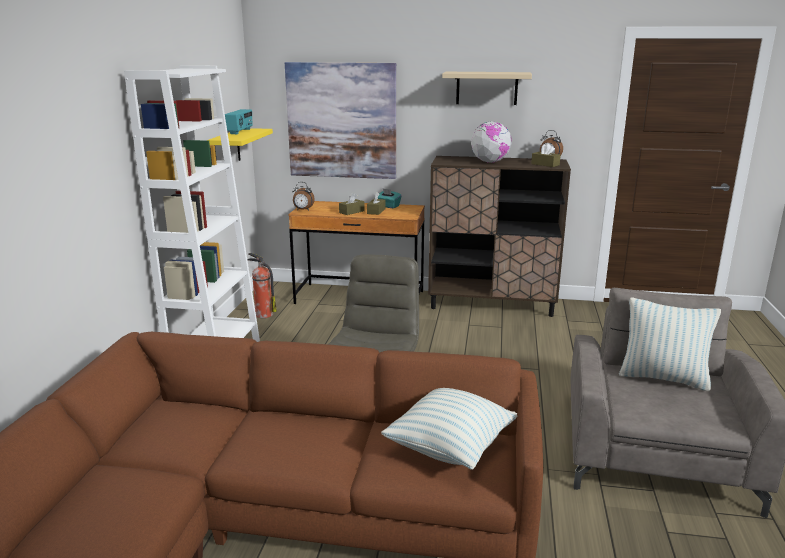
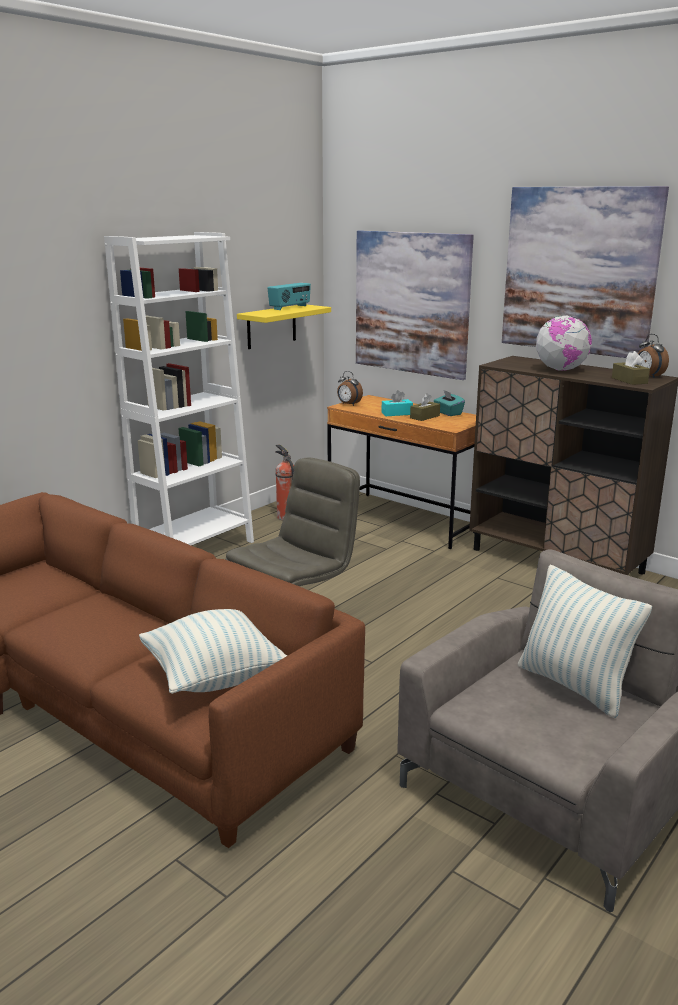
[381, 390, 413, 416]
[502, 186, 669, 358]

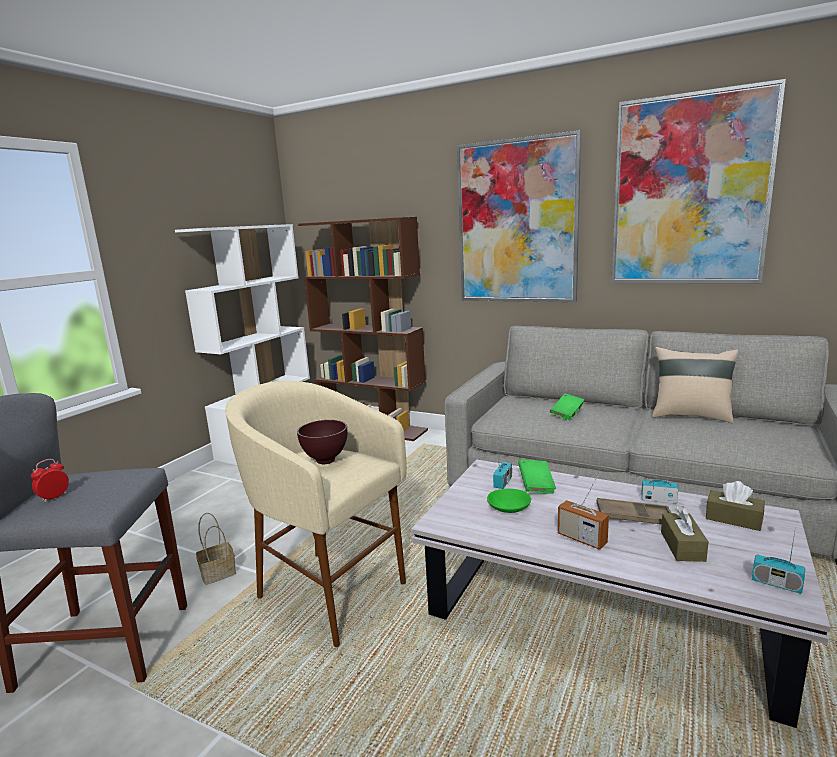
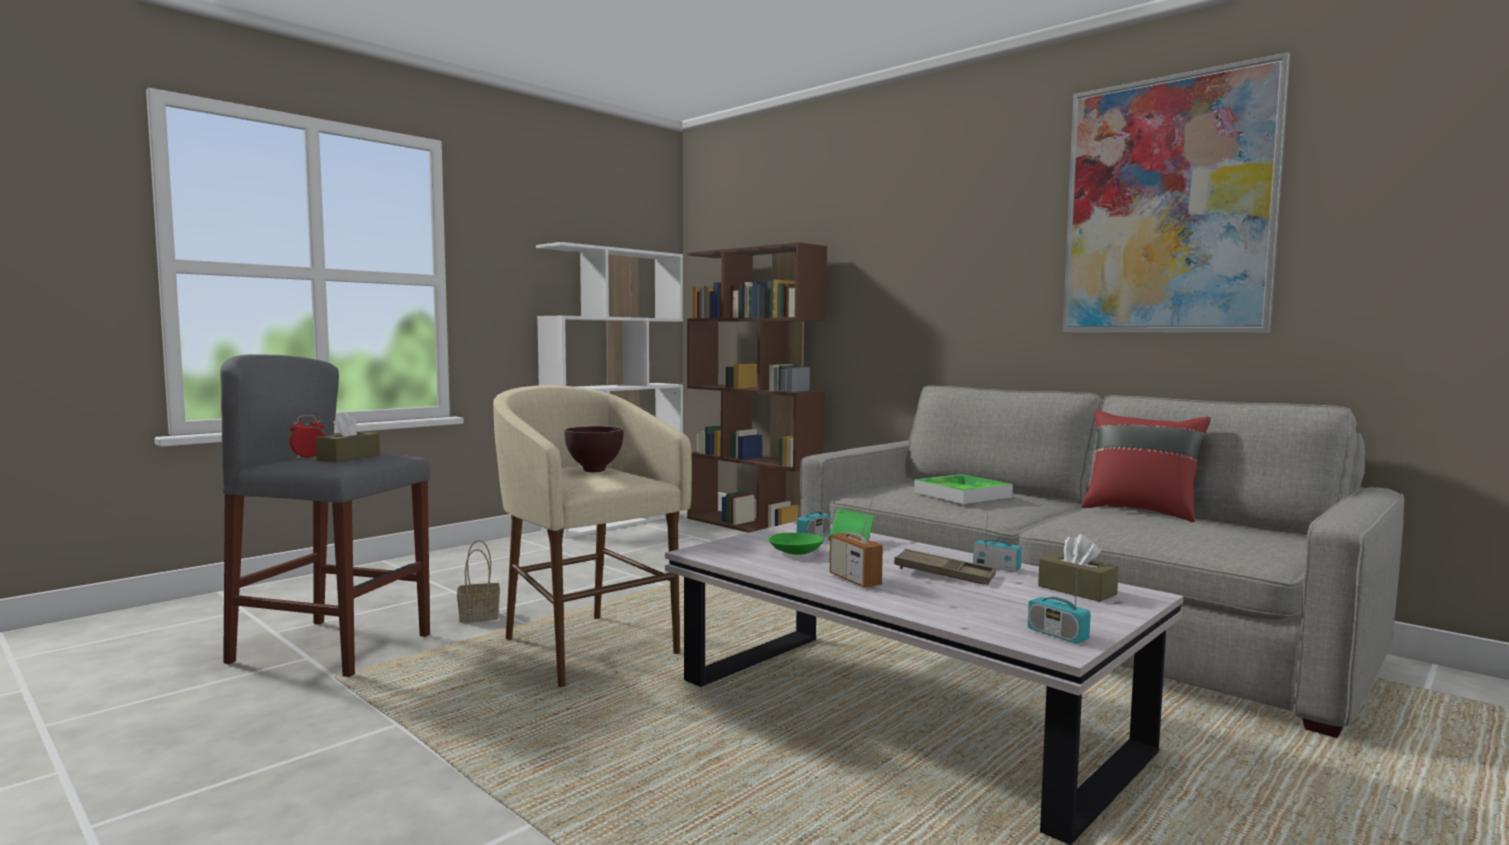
[457, 130, 581, 302] (first image)
[914, 474, 1013, 504]
[1081, 410, 1211, 522]
[316, 413, 380, 462]

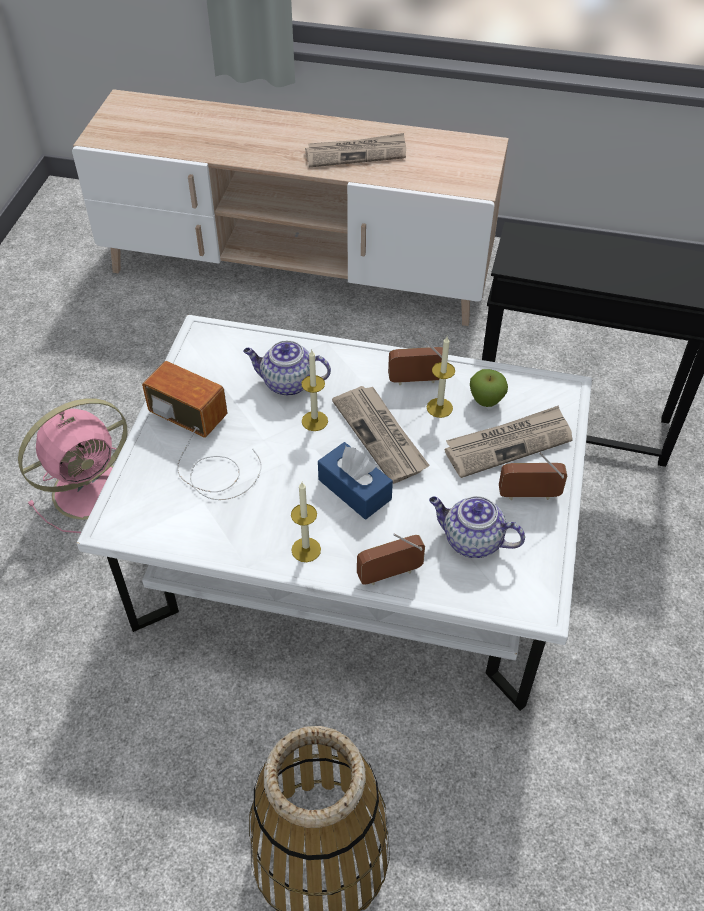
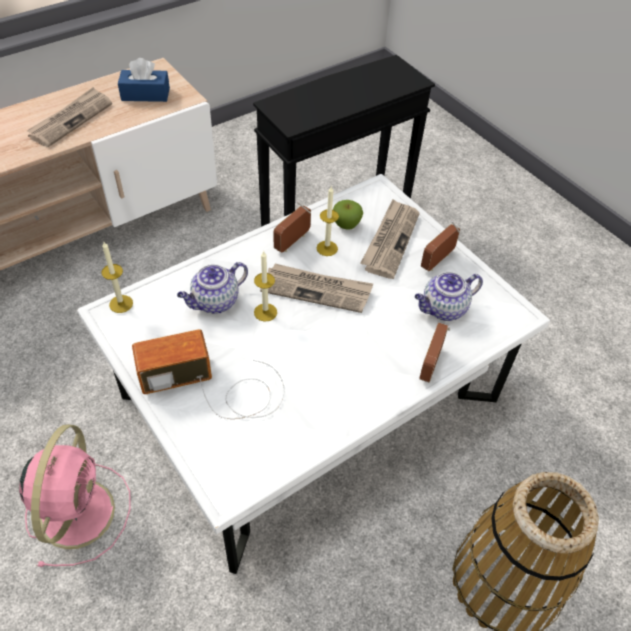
[101, 242, 133, 313]
[118, 58, 170, 102]

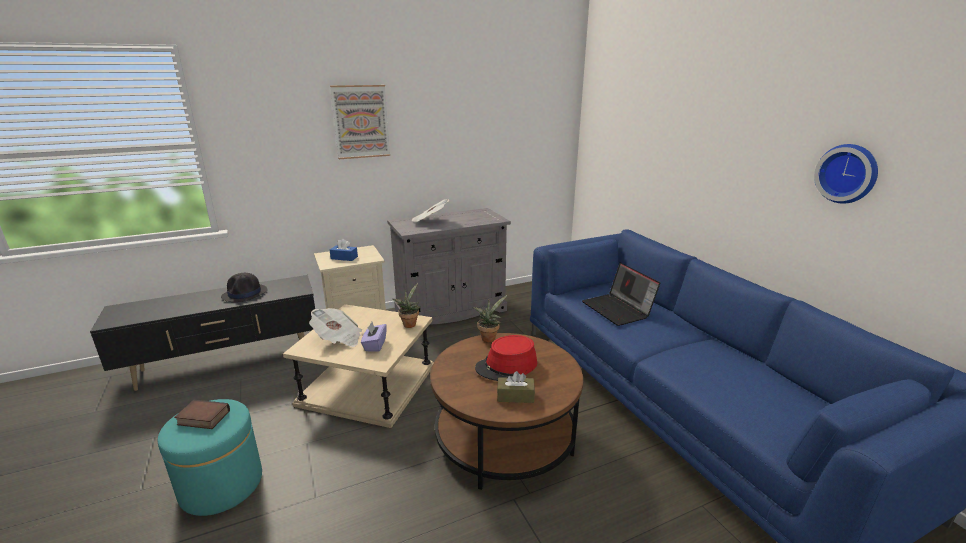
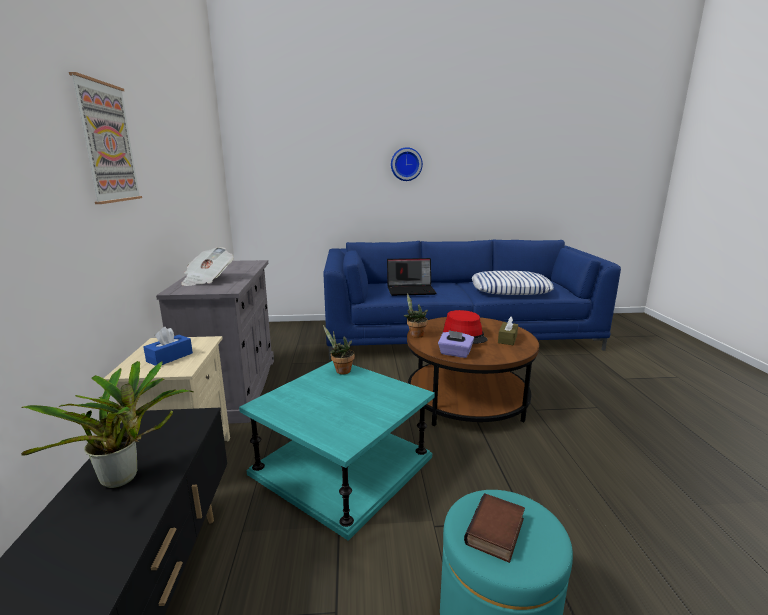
[21, 361, 193, 488]
[239, 361, 435, 541]
[309, 308, 362, 347] (first image)
[438, 330, 474, 358]
[391, 147, 423, 181]
[472, 271, 554, 295]

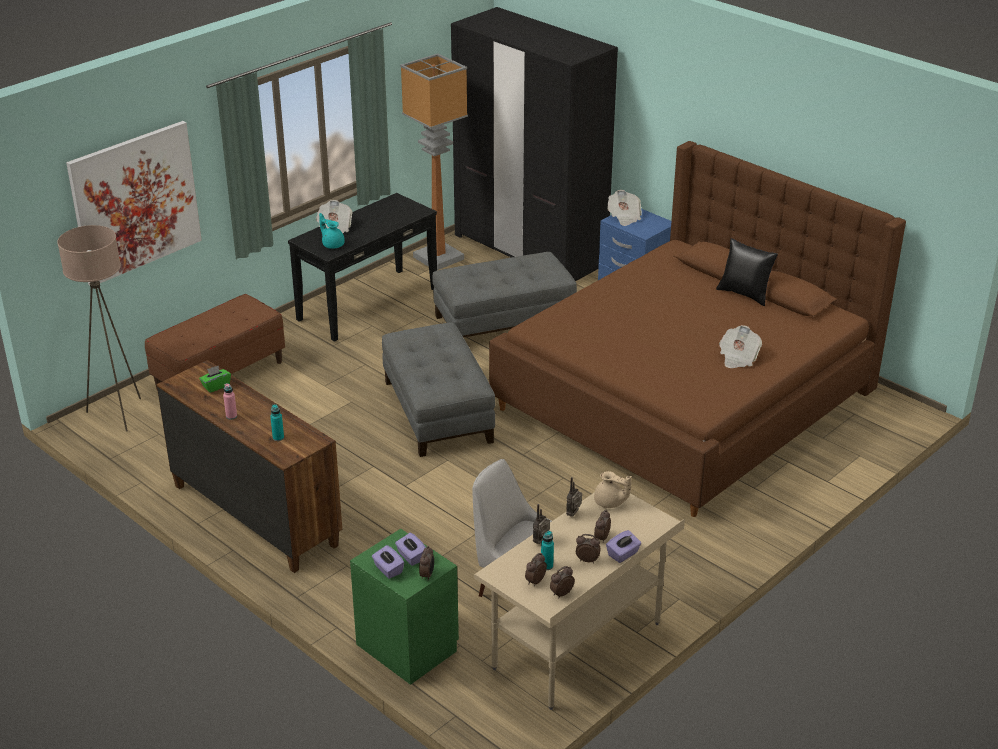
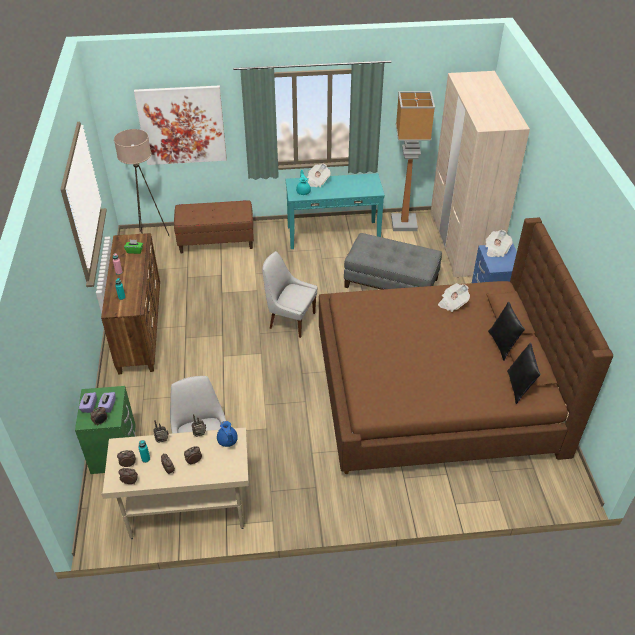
[285, 173, 385, 249]
[262, 251, 317, 338]
[430, 71, 530, 277]
[217, 421, 238, 447]
[606, 530, 641, 563] (first image)
[438, 283, 470, 312]
[507, 343, 540, 404]

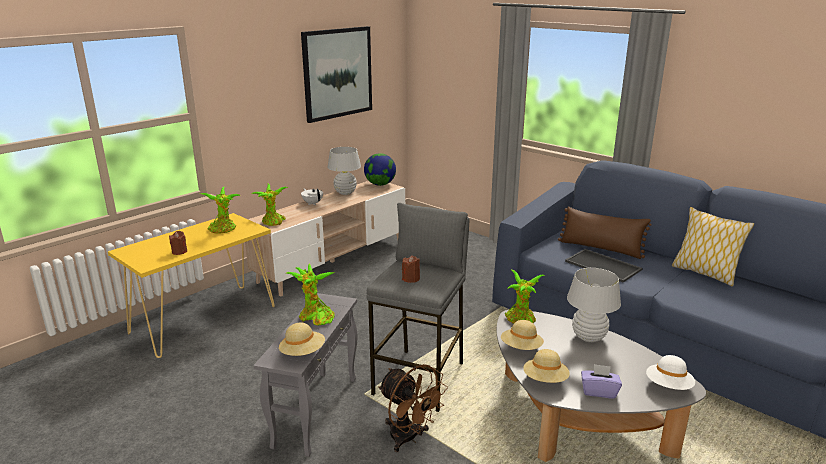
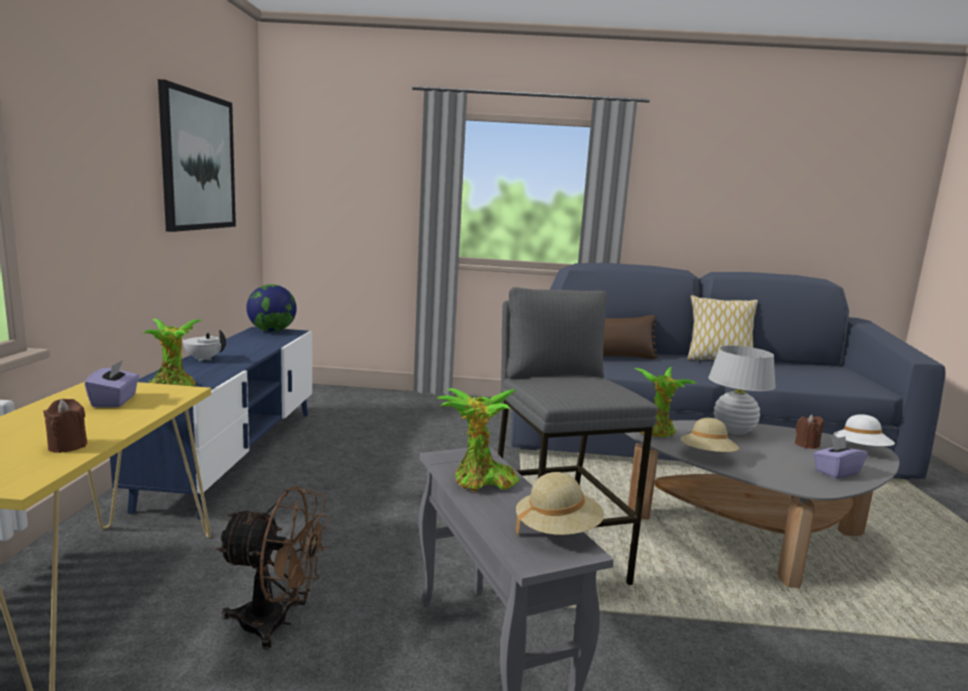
[84, 360, 139, 407]
[110, 327, 312, 520]
[327, 147, 361, 195] (first image)
[216, 486, 330, 650]
[795, 415, 823, 449]
[523, 349, 570, 383] (first image)
[565, 249, 642, 283] (first image)

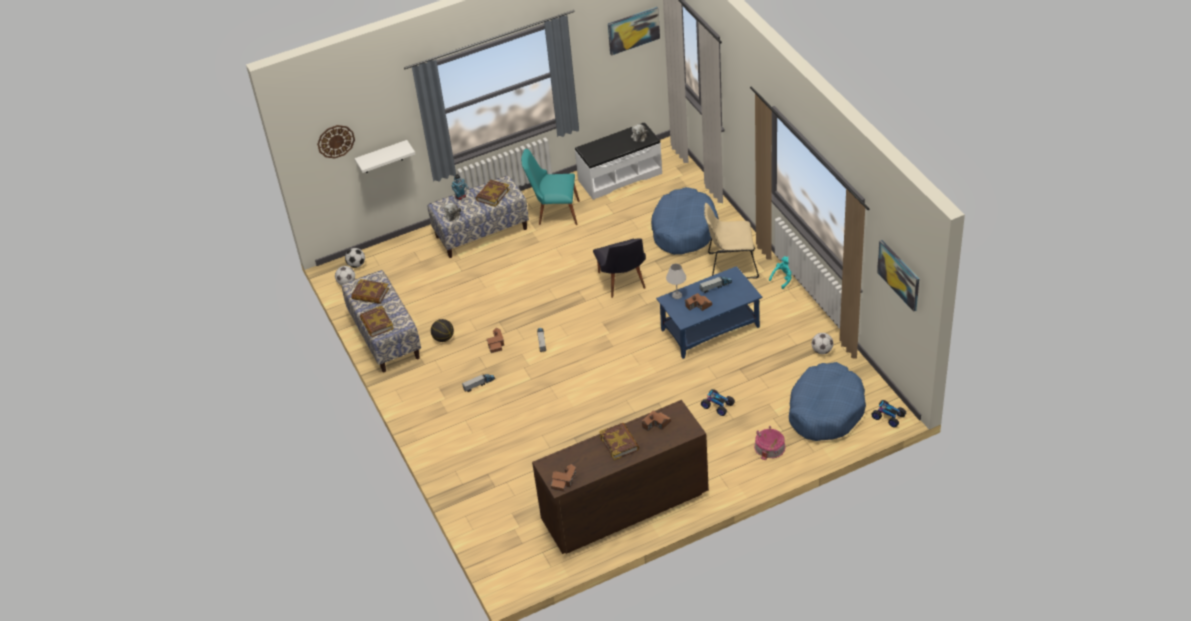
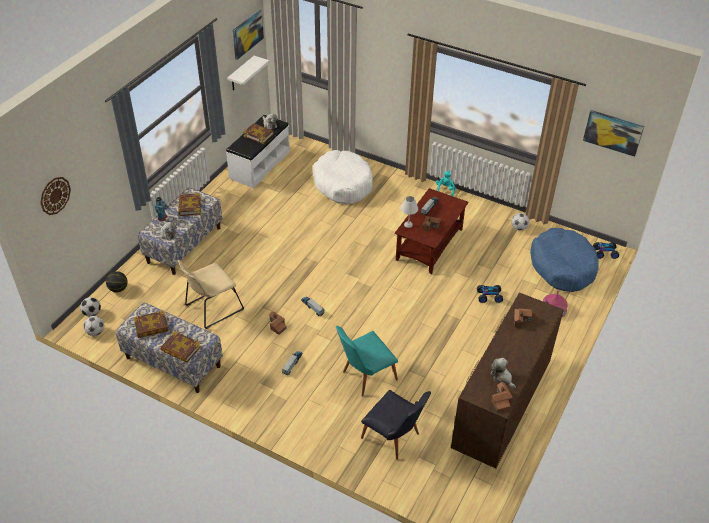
[227, 56, 269, 90]
[106, 271, 128, 292]
[336, 326, 398, 396]
[361, 390, 431, 460]
[243, 123, 274, 144]
[313, 150, 373, 204]
[395, 188, 469, 274]
[178, 260, 244, 329]
[490, 358, 516, 389]

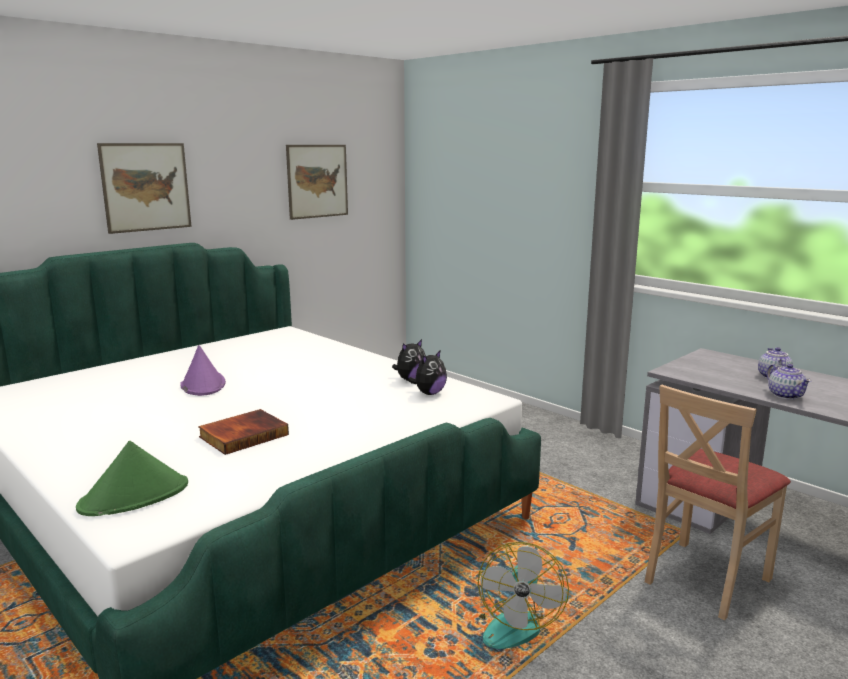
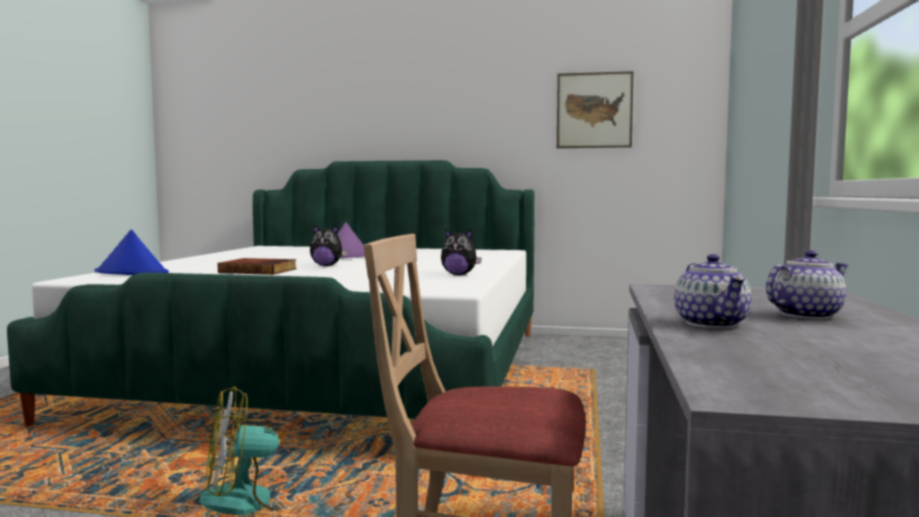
[94, 229, 169, 275]
[97, 143, 192, 234] (first image)
[310, 225, 347, 266]
[674, 254, 751, 328]

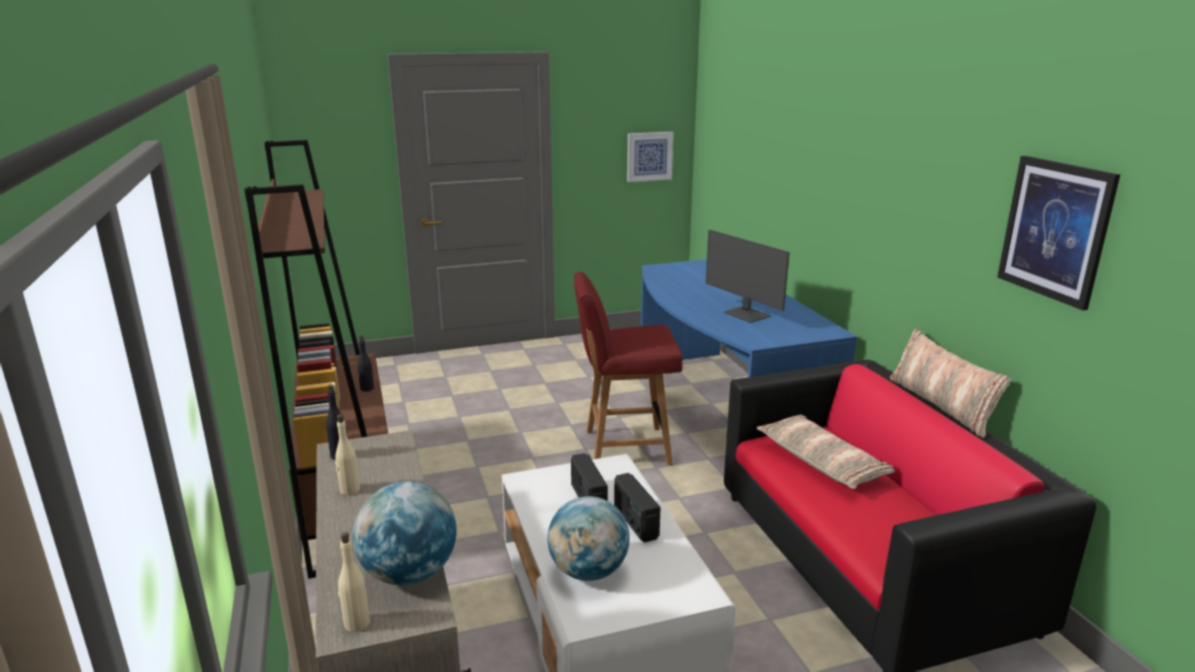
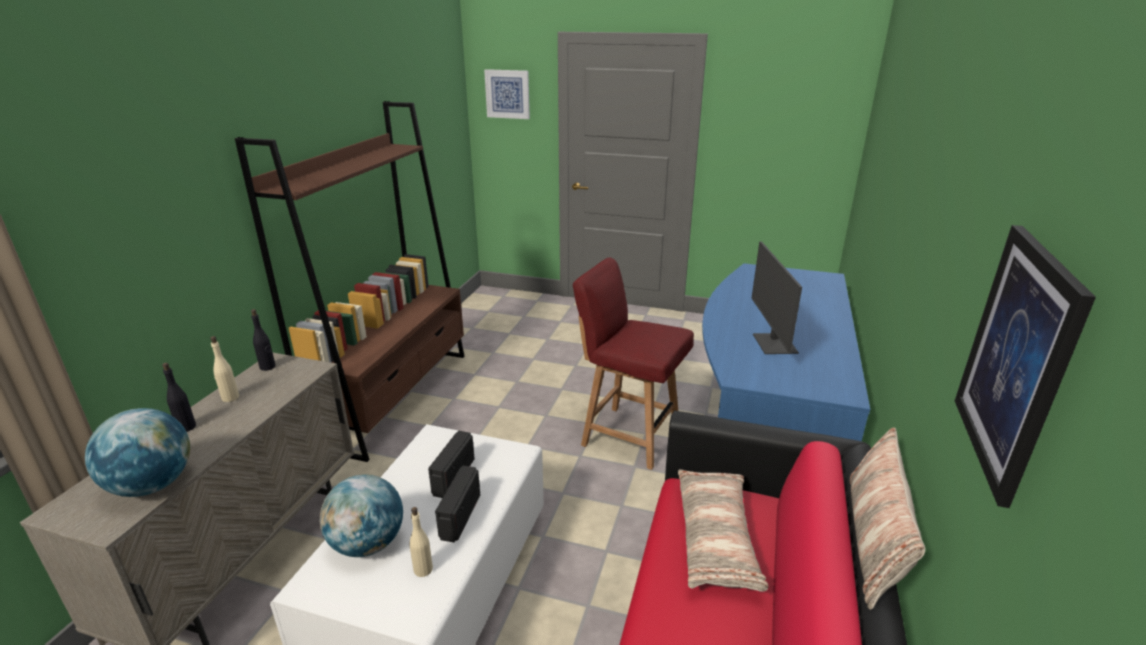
[409, 507, 433, 577]
[162, 363, 196, 432]
[484, 69, 530, 119]

